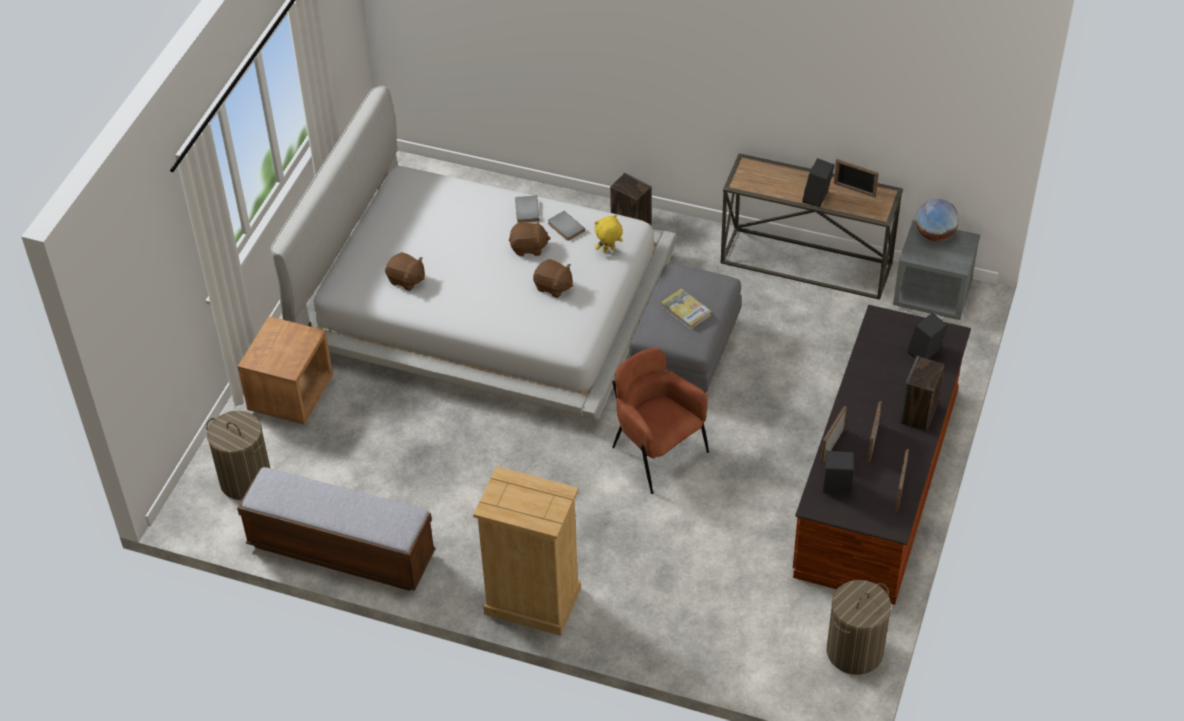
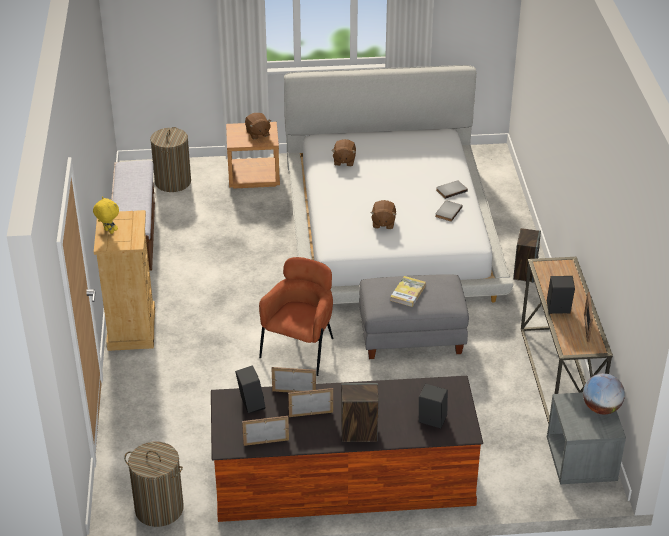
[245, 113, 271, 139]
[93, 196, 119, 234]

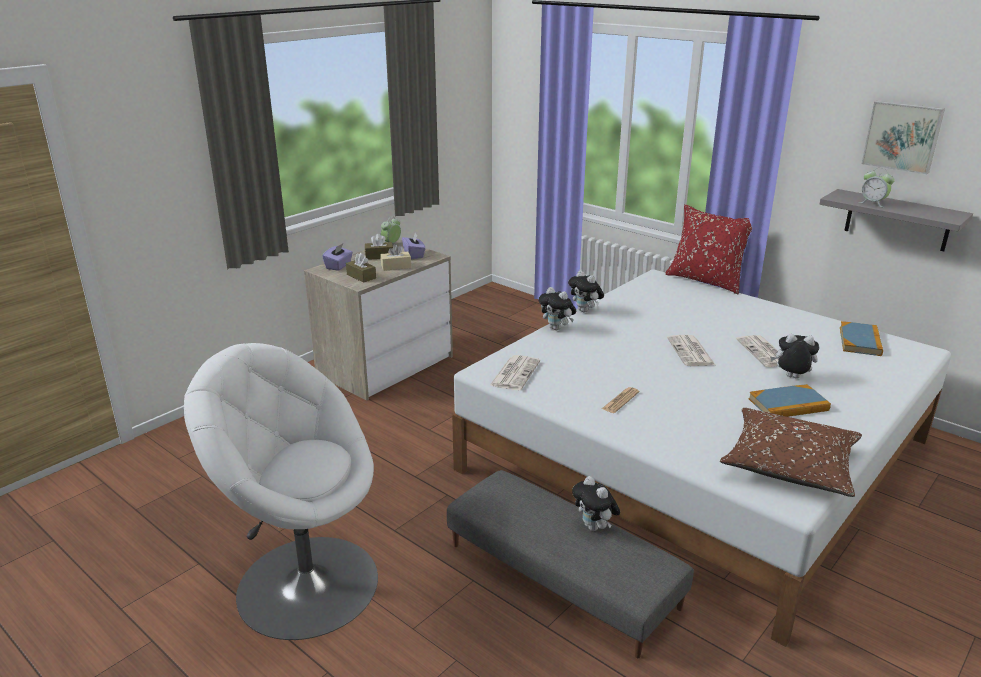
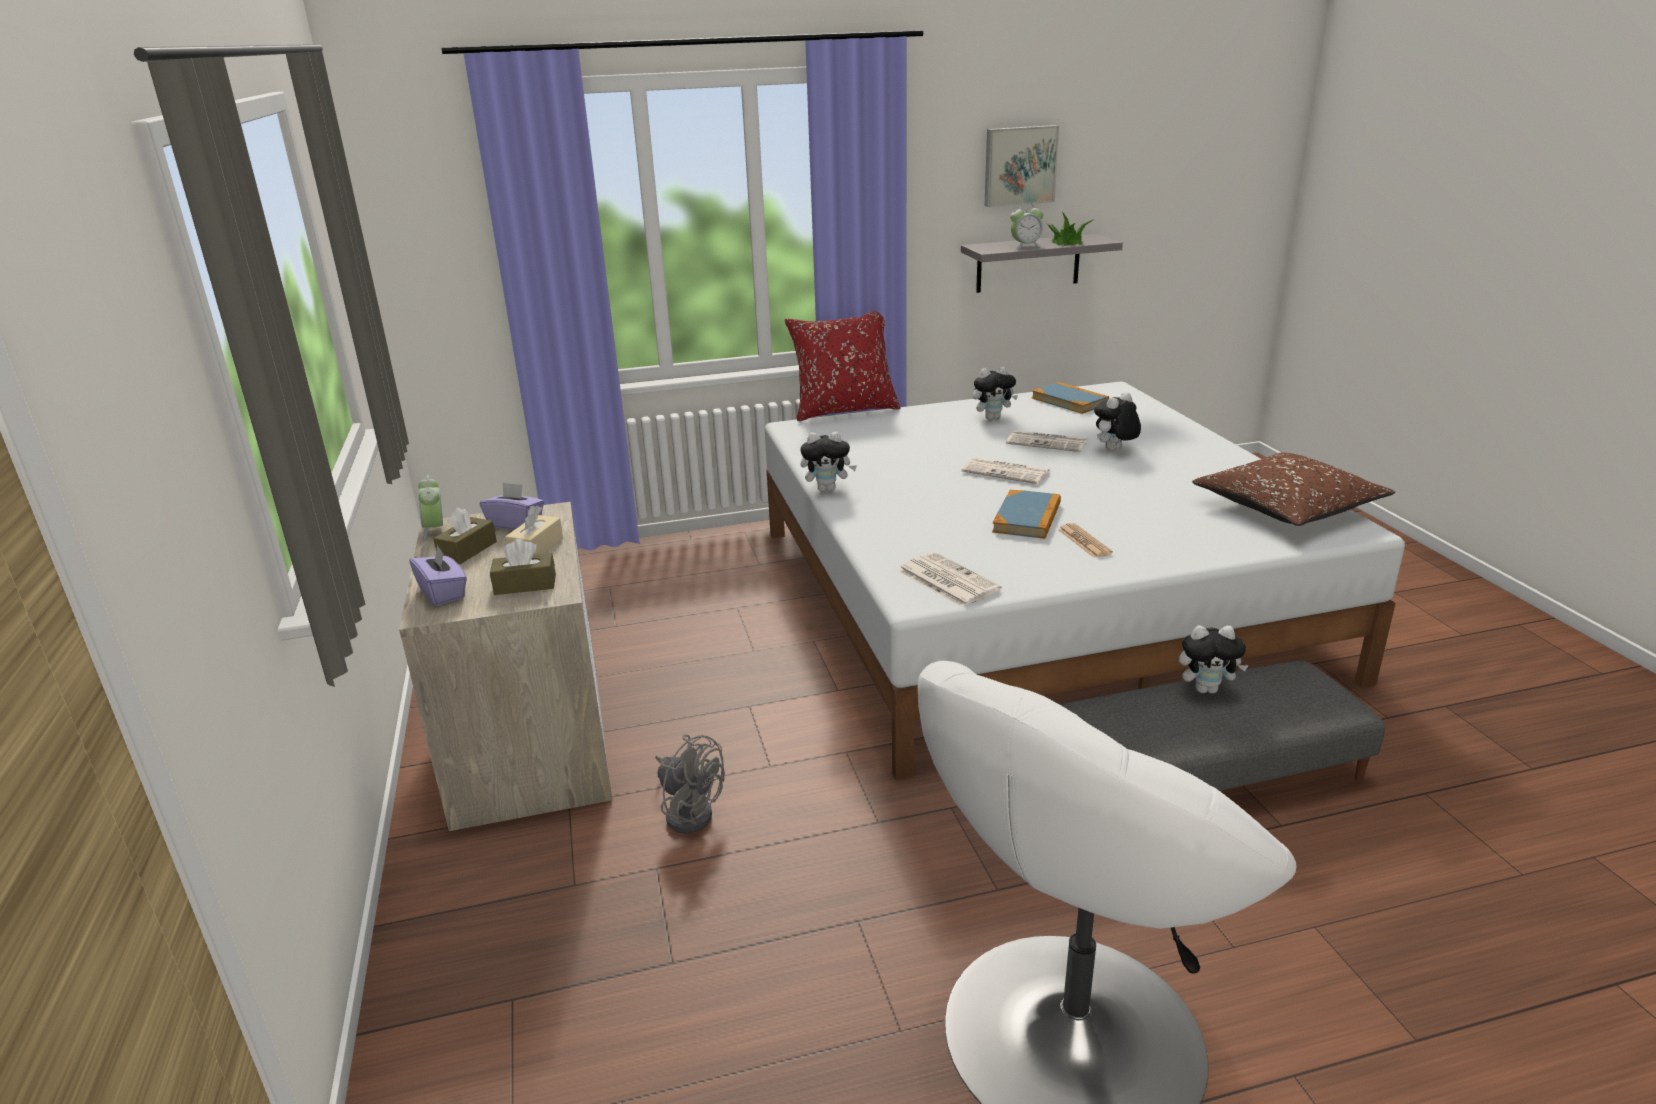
[973, 366, 1018, 420]
[992, 490, 1061, 539]
[655, 734, 725, 834]
[1047, 212, 1095, 246]

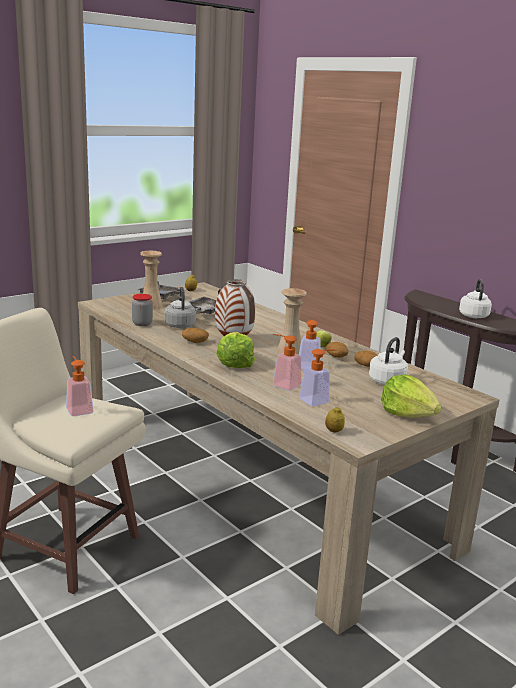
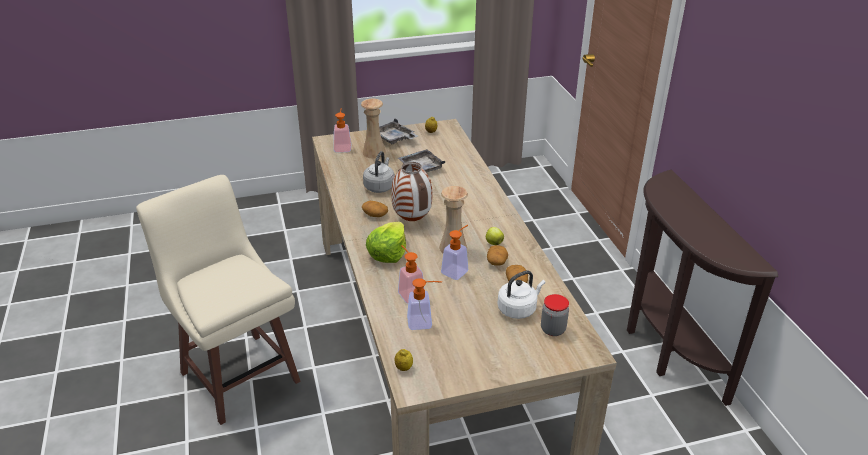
[334, 108, 351, 152]
[541, 294, 569, 336]
[381, 374, 441, 417] (first image)
[459, 279, 492, 318] (first image)

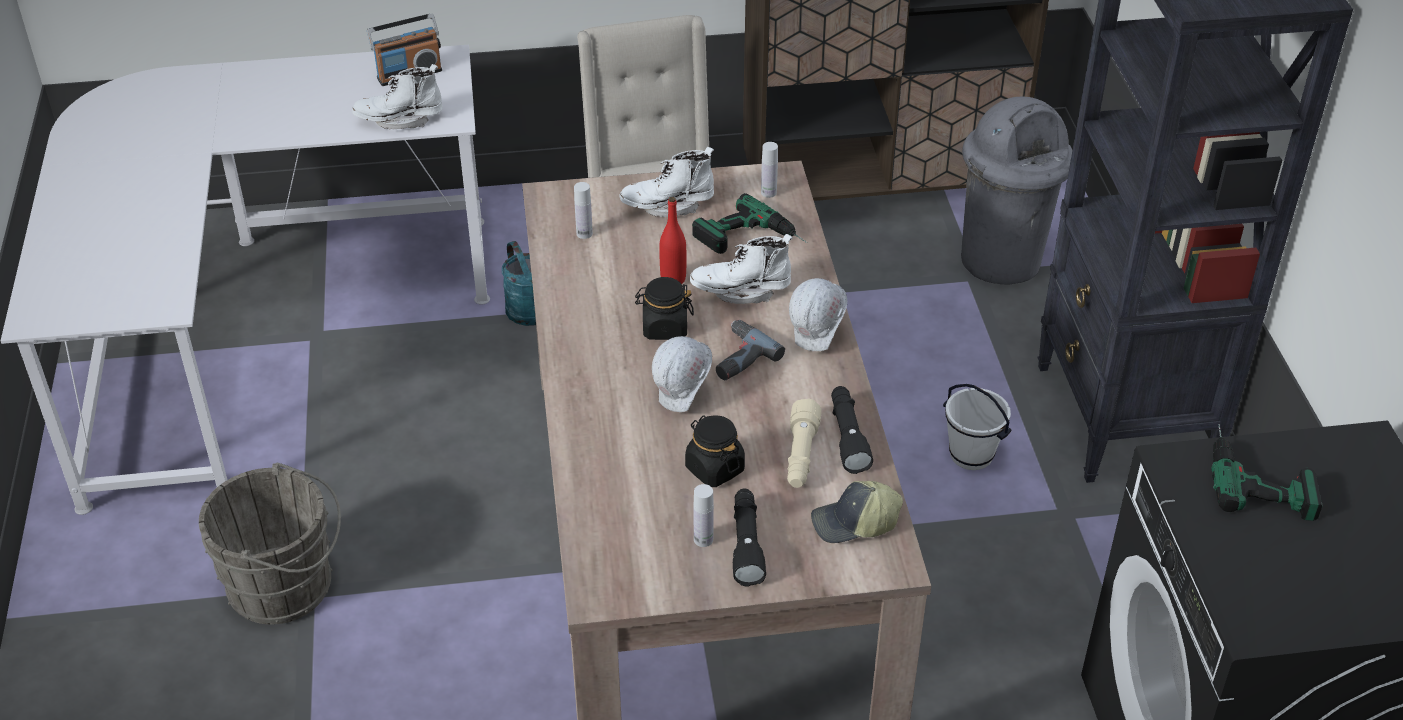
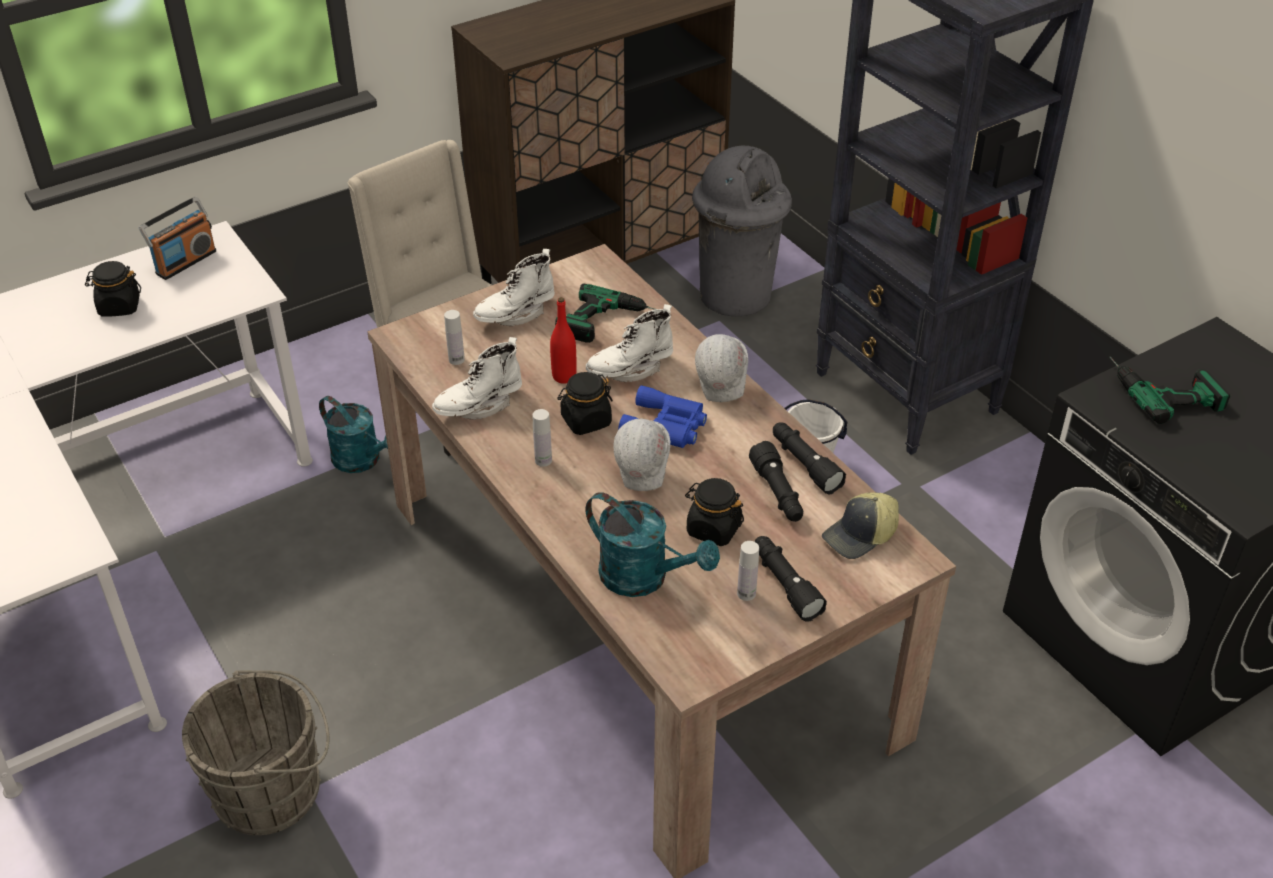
[432, 337, 522, 420]
[618, 385, 707, 448]
[533, 409, 552, 467]
[749, 441, 803, 522]
[85, 261, 141, 317]
[586, 492, 720, 597]

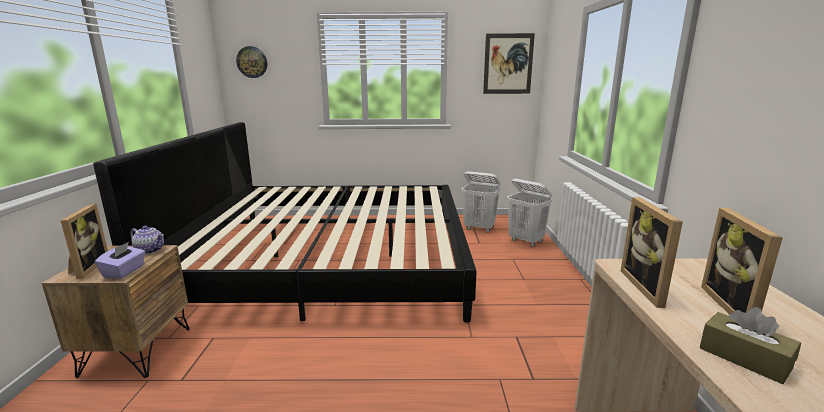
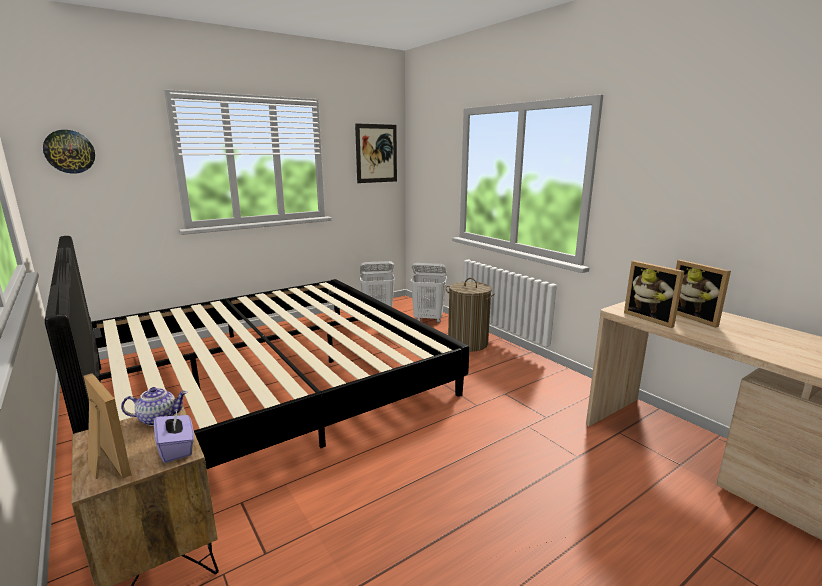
[699, 307, 801, 384] (first image)
[446, 278, 495, 352]

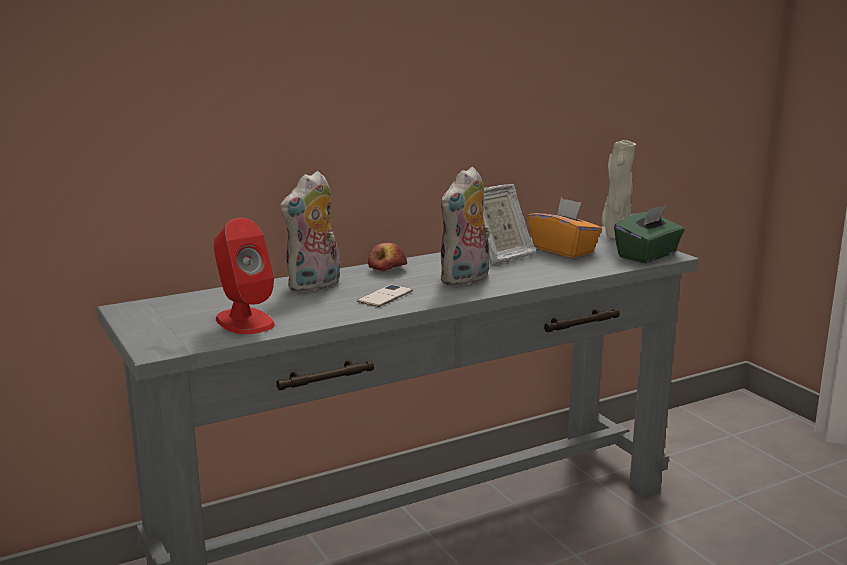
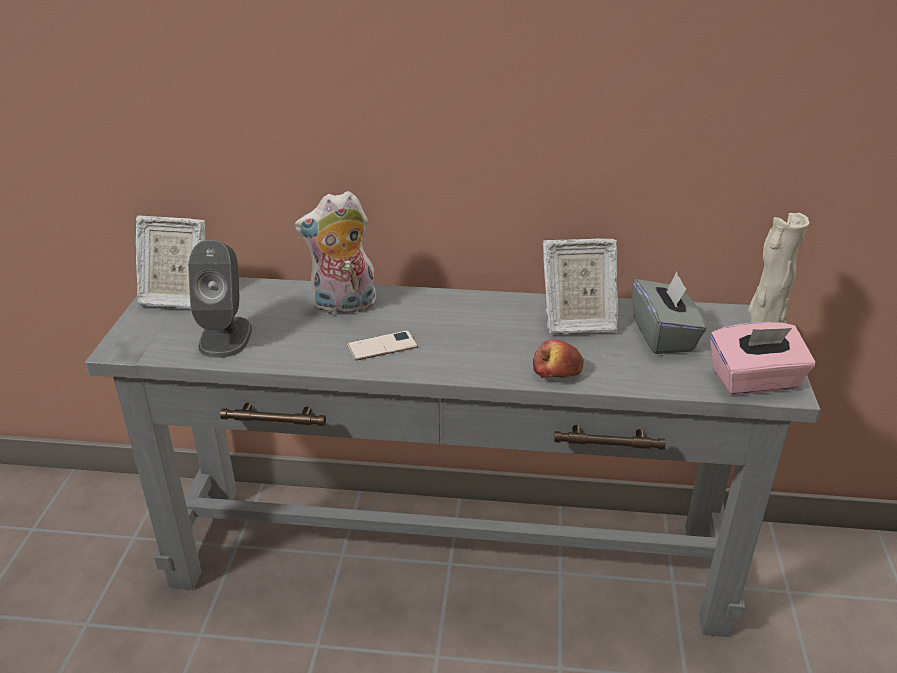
[188, 240, 252, 358]
[533, 339, 584, 378]
[439, 167, 491, 286] (first image)
[632, 272, 707, 354]
[710, 322, 815, 395]
[136, 216, 206, 308]

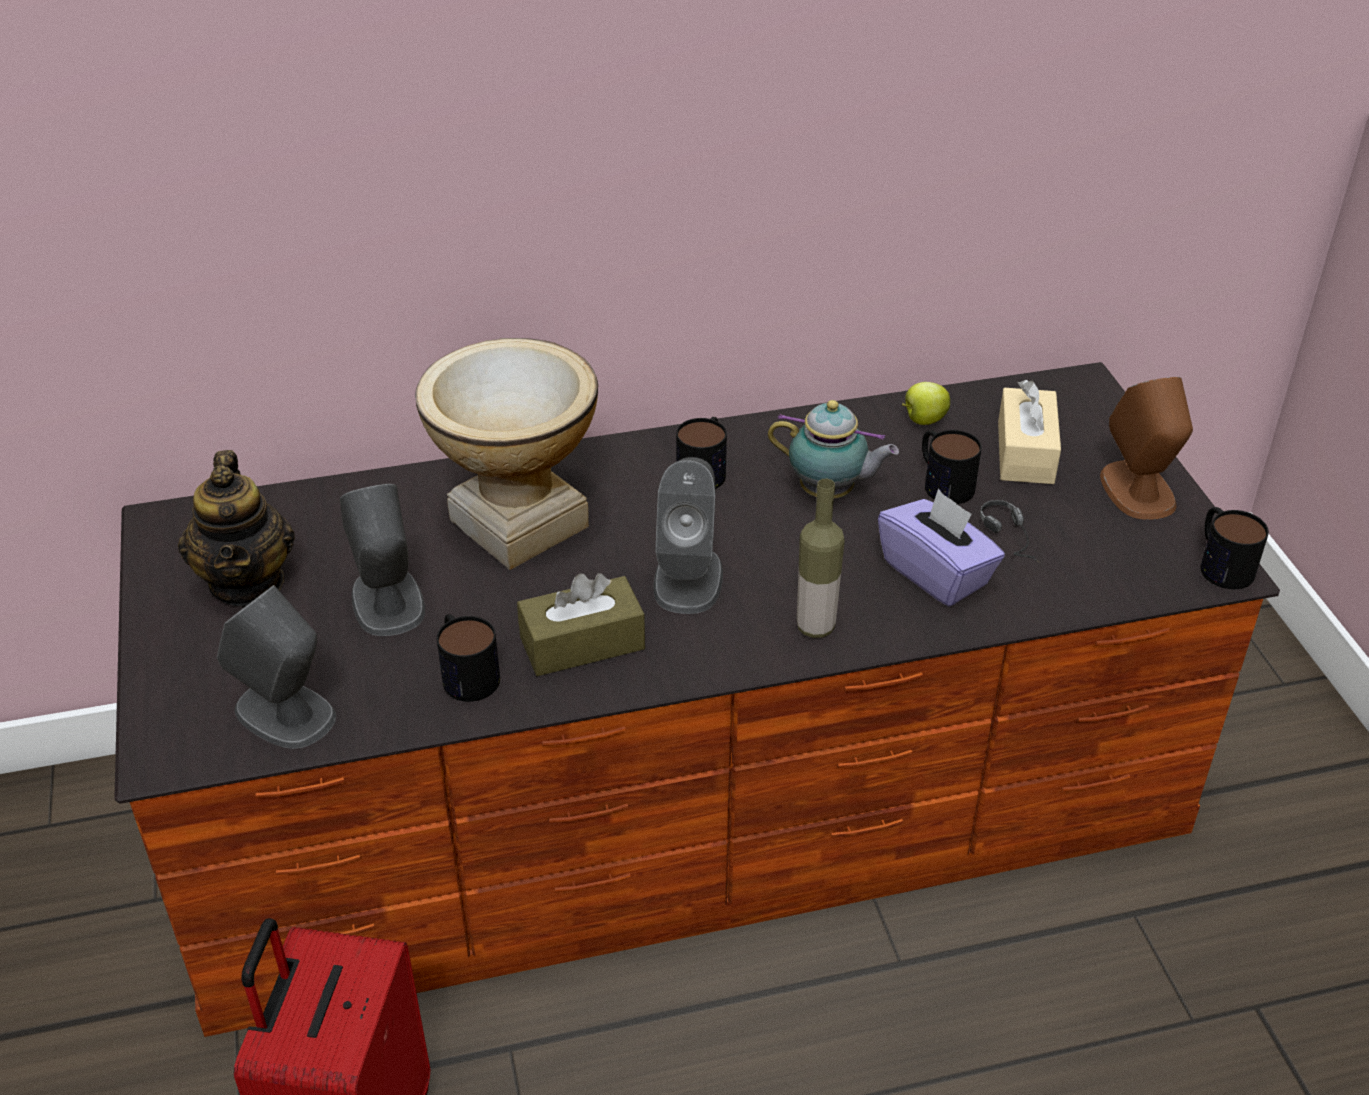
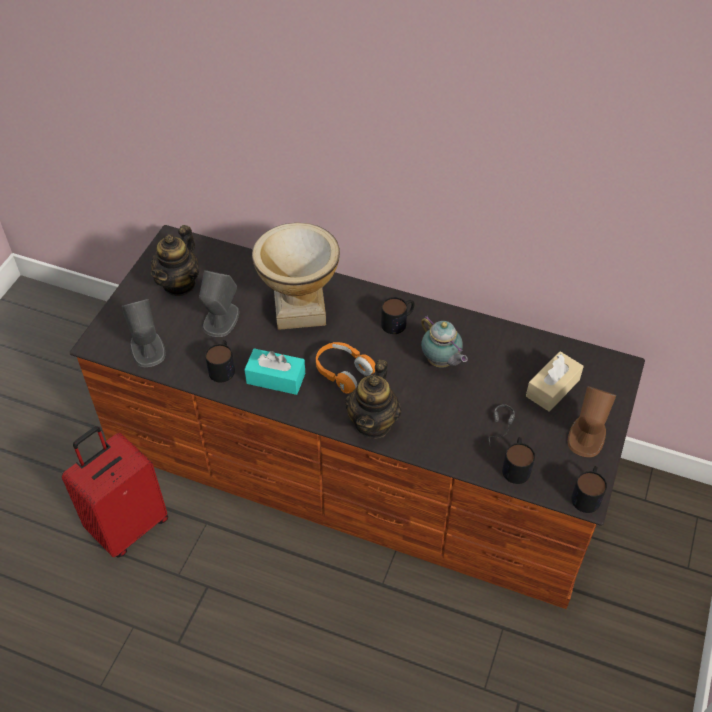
[244, 348, 305, 395]
[316, 342, 376, 394]
[345, 359, 401, 439]
[878, 489, 1005, 607] (first image)
[902, 382, 950, 425] (first image)
[502, 437, 535, 484]

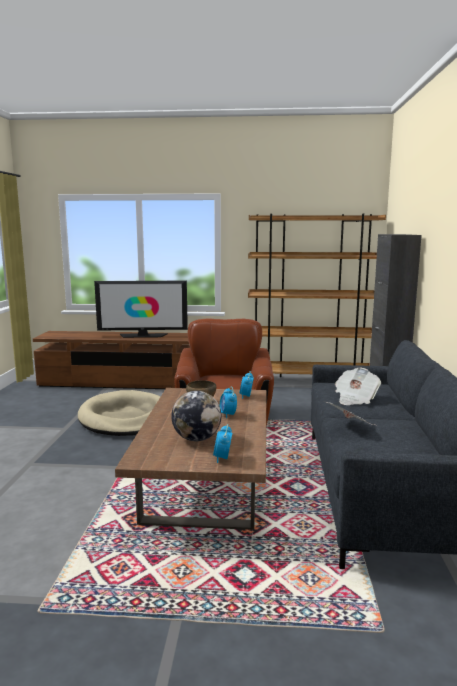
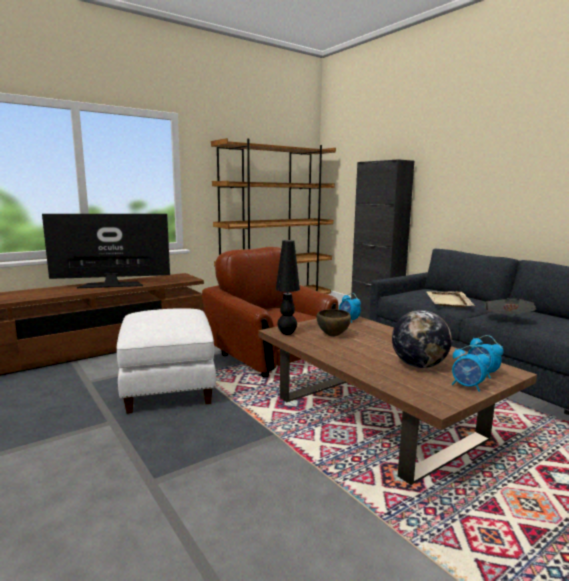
[117, 308, 216, 414]
[42, 214, 170, 288]
[452, 345, 491, 392]
[426, 291, 475, 307]
[276, 240, 300, 335]

